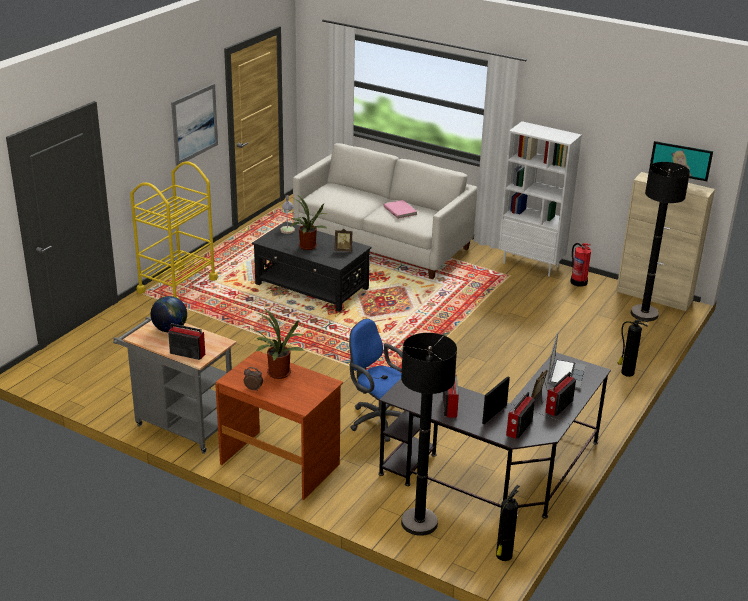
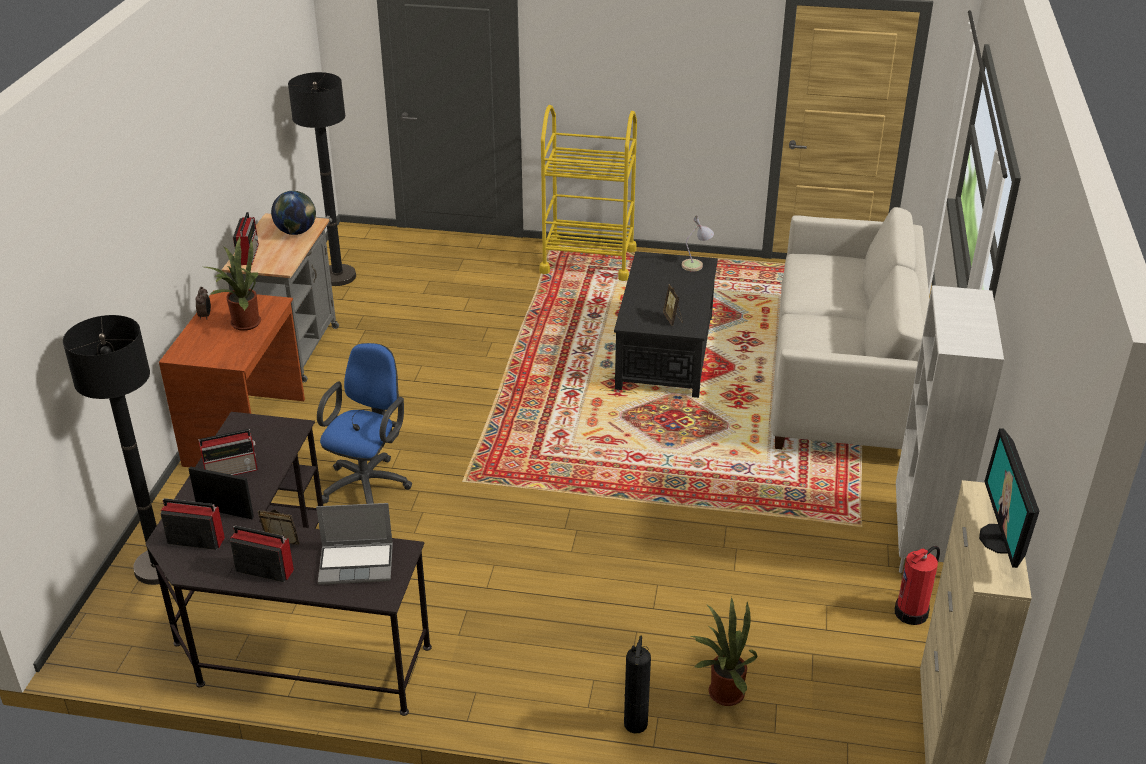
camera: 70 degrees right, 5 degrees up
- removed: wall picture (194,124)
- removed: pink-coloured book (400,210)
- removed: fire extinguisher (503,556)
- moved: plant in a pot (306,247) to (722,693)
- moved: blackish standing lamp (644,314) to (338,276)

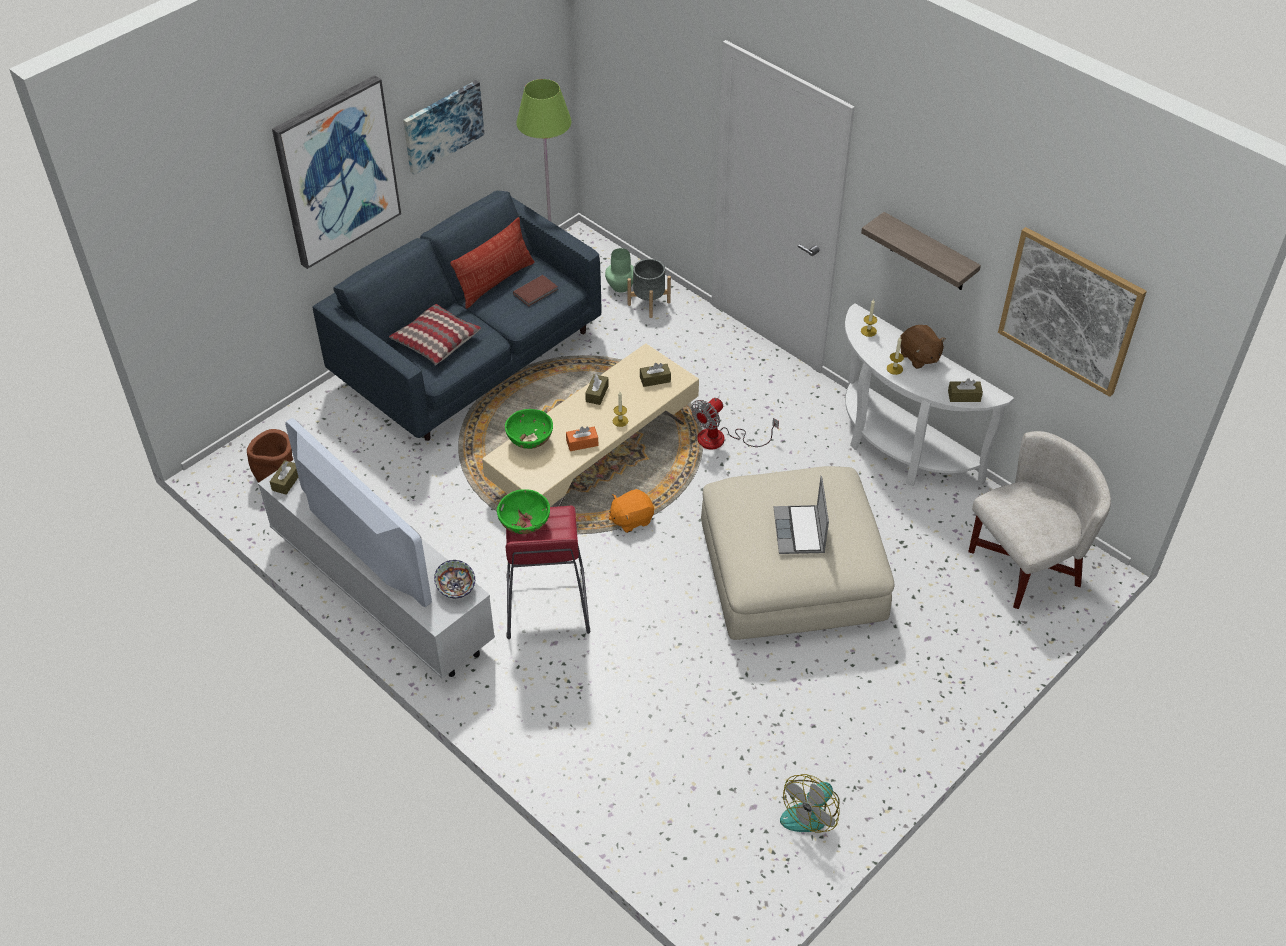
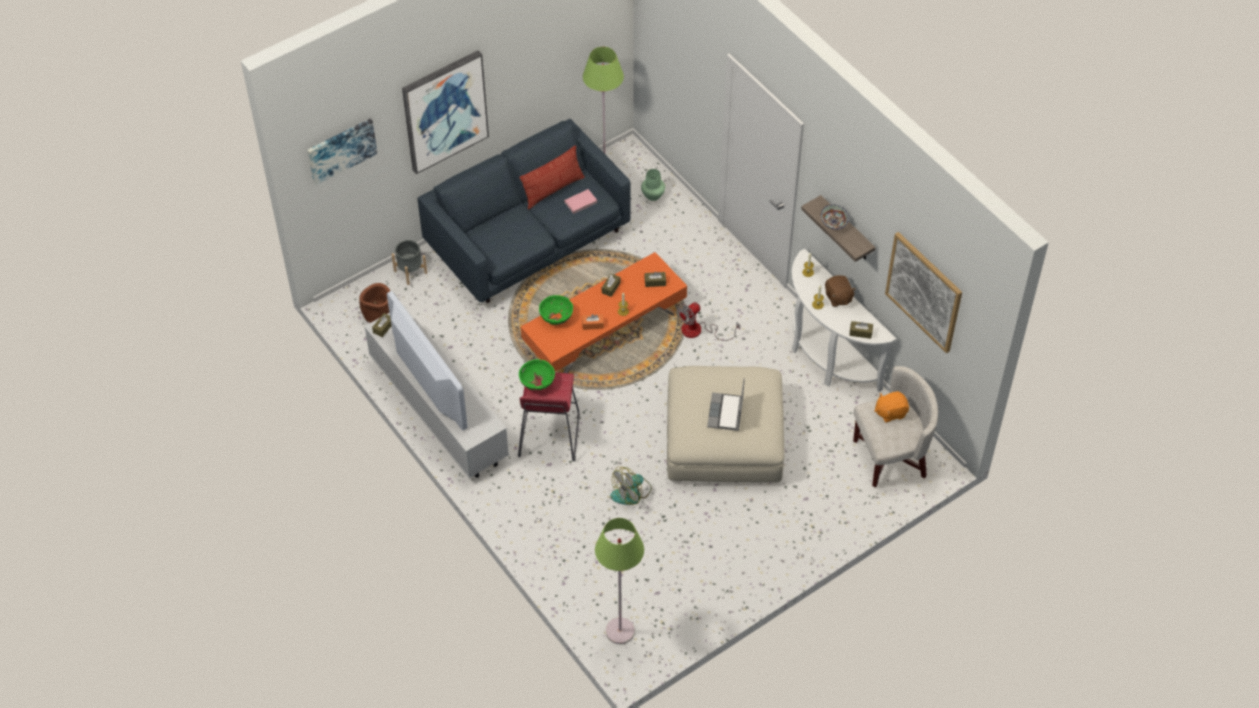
camera: 10 degrees right, 5 degrees up
- removed: throw pillow (435,341)
- added: greenish standing lamp (620,631)
- moved: wall picture (442,126) to (341,150)
- moved: serving bowl (456,587) to (834,222)
- moved: orange-coloured cuddly toy (631,519) to (890,412)
- moved: greyish flower pot (648,303) to (410,272)
- moved: fan (811,811) to (631,492)
- recoloured: sand-coloured coffee table (594,453) to orange-coloured coffee table (605,328)
- recoloured: brown book (536,292) to pink-coloured book (581,202)

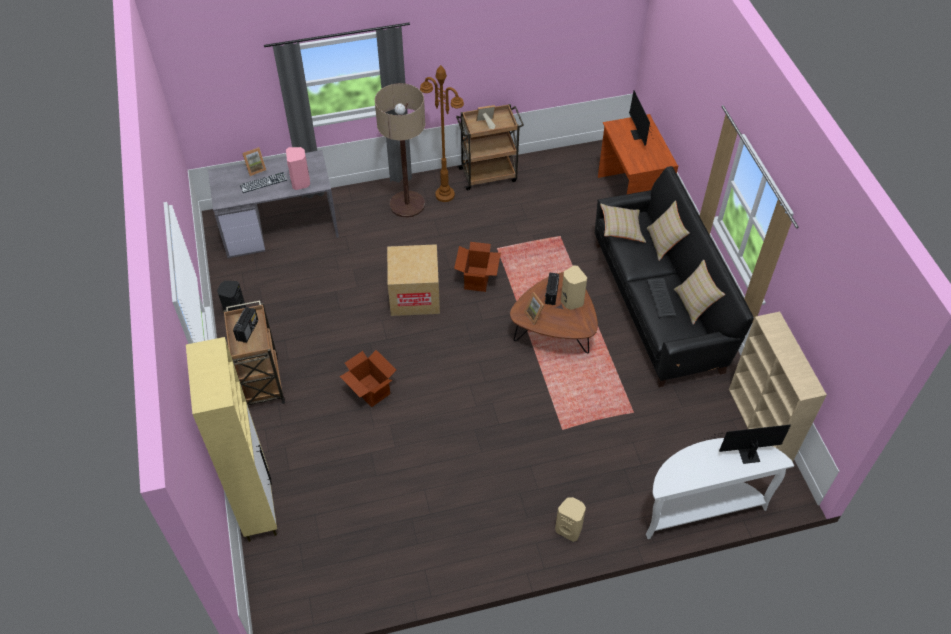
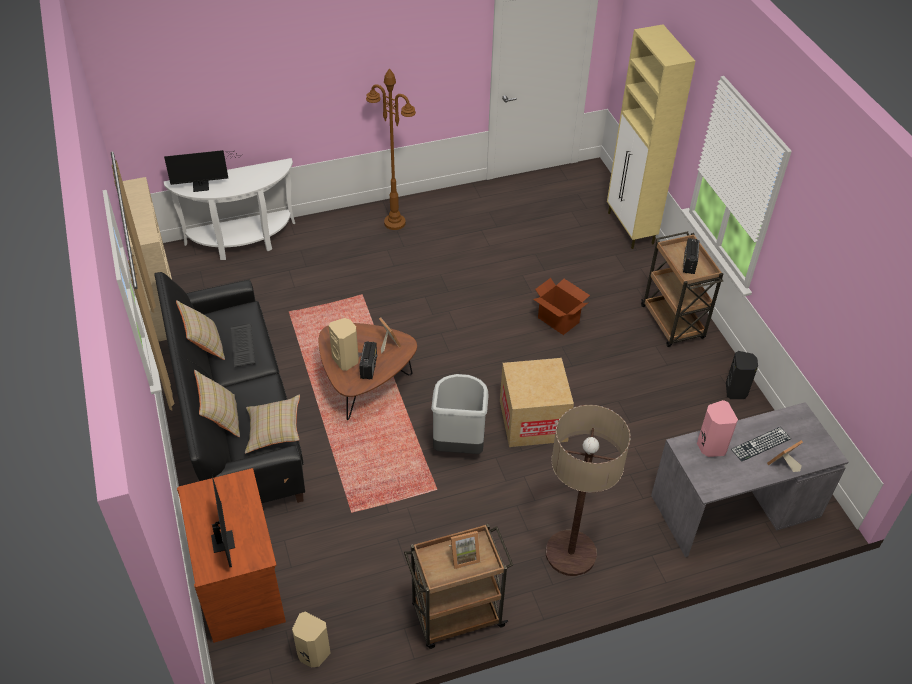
camera: 175 degrees right, 5 degrees down
- moved: brown standing lamp (445,195) to (394,223)
- moved: sand-coloured speaker (569,529) to (313,654)
- replaced: cardboard box (477,279) to greyish waste bin (459,445)

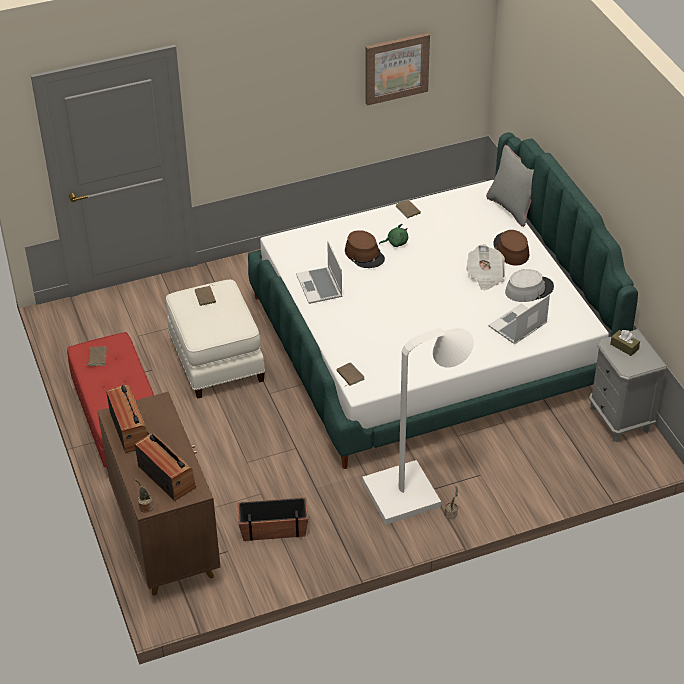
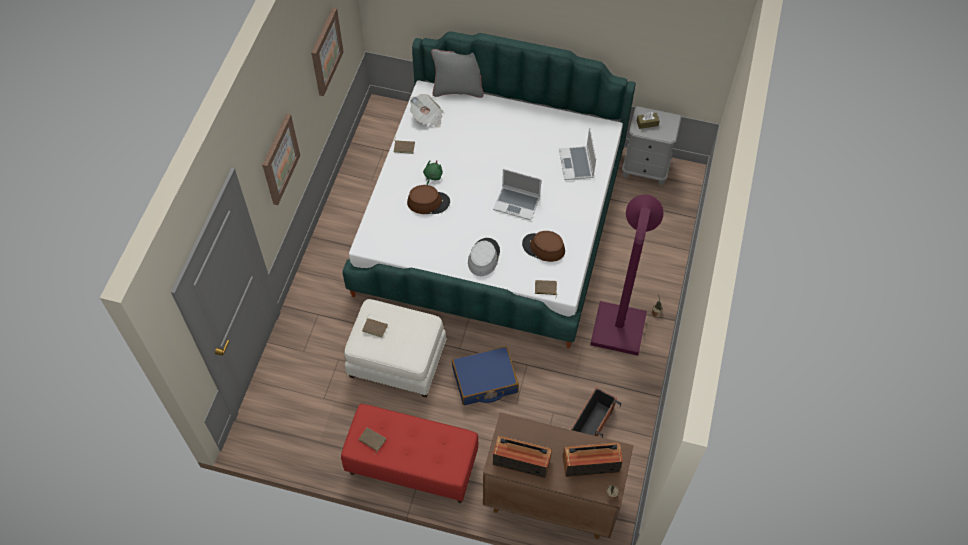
camera: 55 degrees left, 15 degrees up
- added: wall picture (279,159)
- added: bluish suitcase (485,381)
- moved: notebook computer (320,287) to (517,203)
- moved: printed paper (485,276) to (427,117)
- moved: brown clothing hat (510,250) to (543,248)
- moved: greyish clothing hat (529,289) to (483,257)
- recoloured: whitish standing lamp (412,491) to purple standing lamp (620,321)

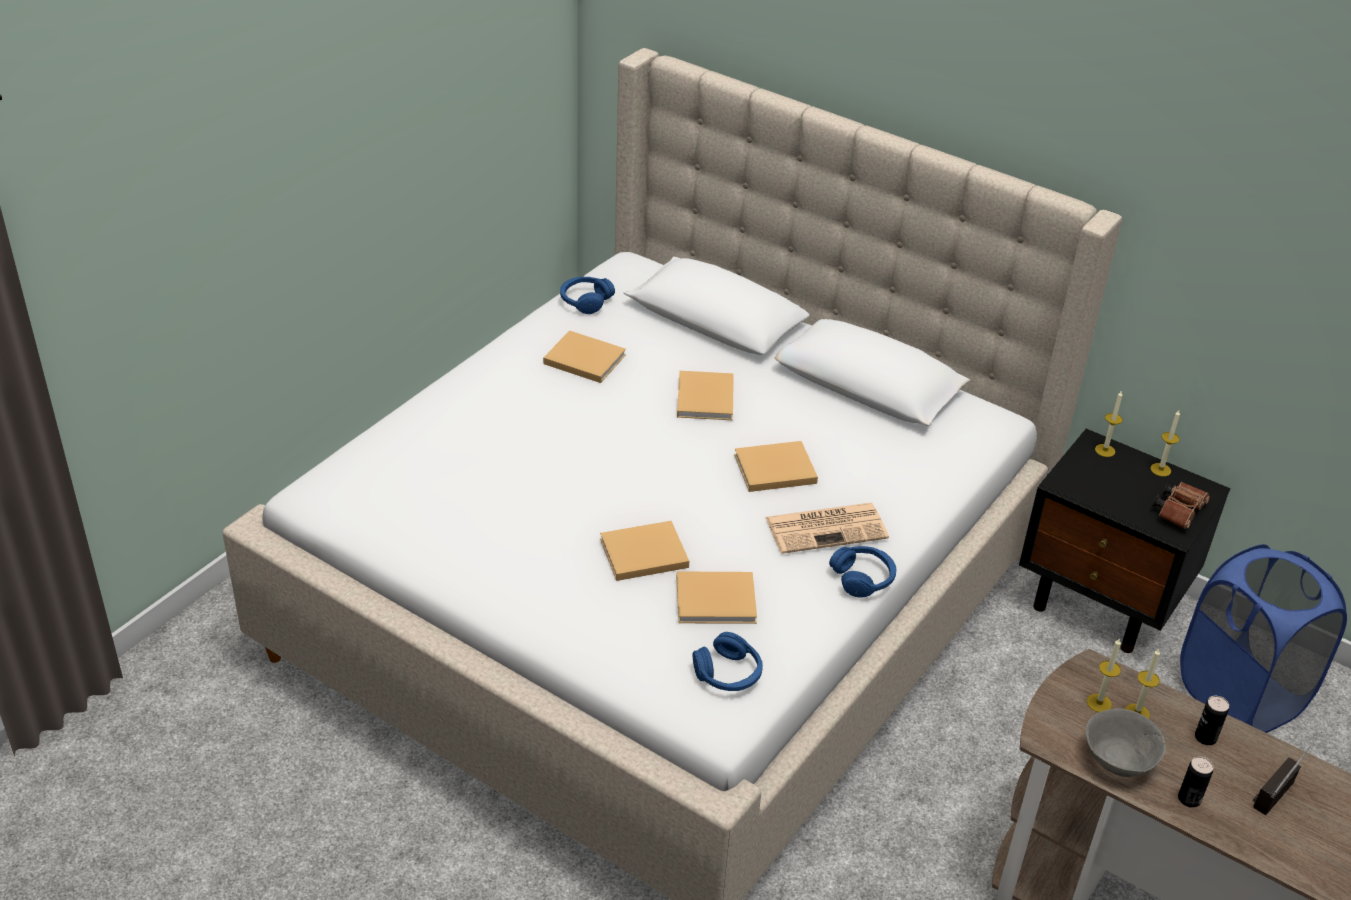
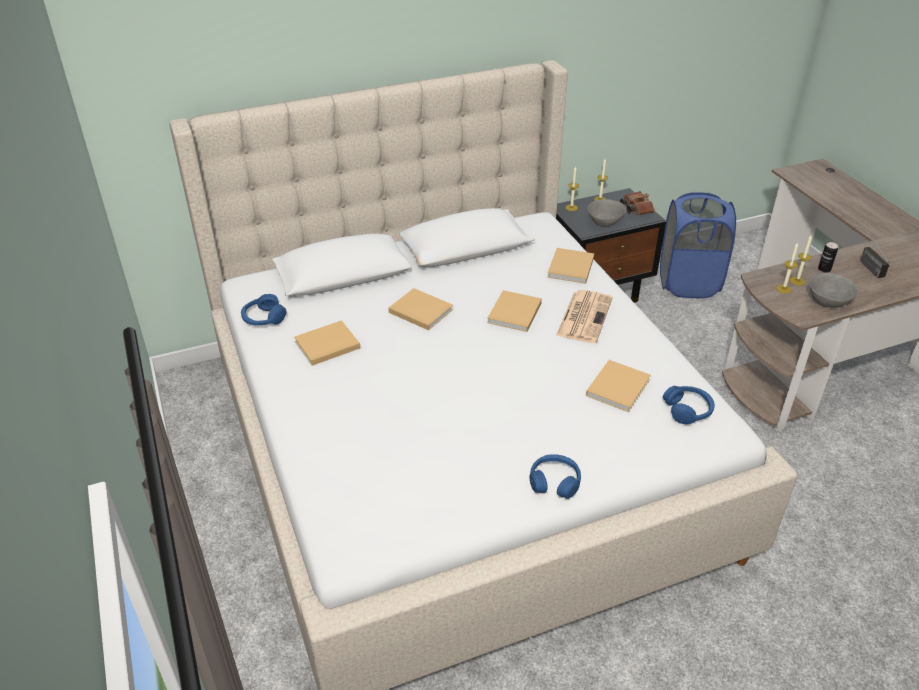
camera: 55 degrees left, 0 degrees up
- removed: sealed can (1189,799)
- added: greyish serving bowl (604,222)
- moved: sand-coloured book (641,554) to (570,268)
- moved: bluish headset (863,578) to (554,482)

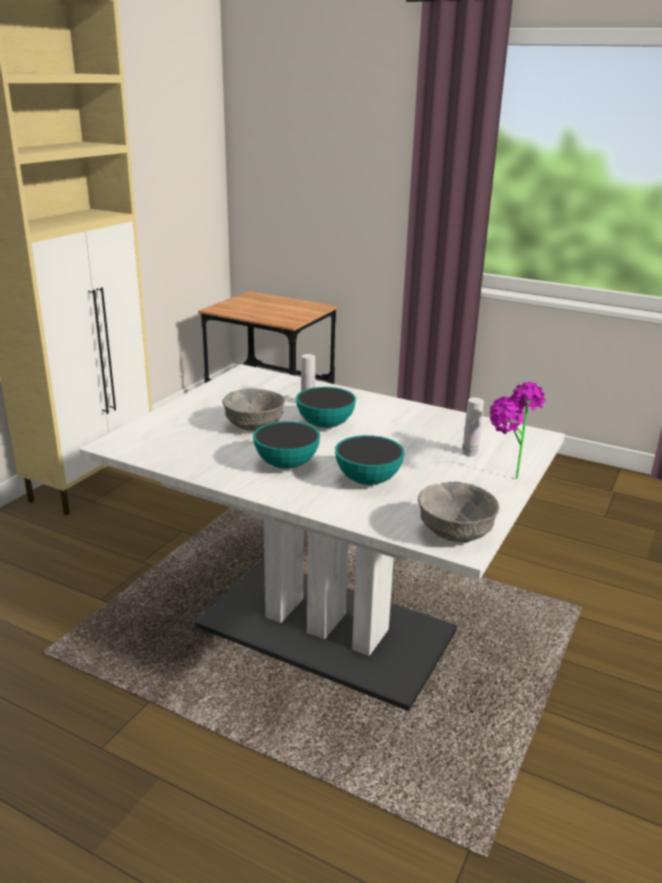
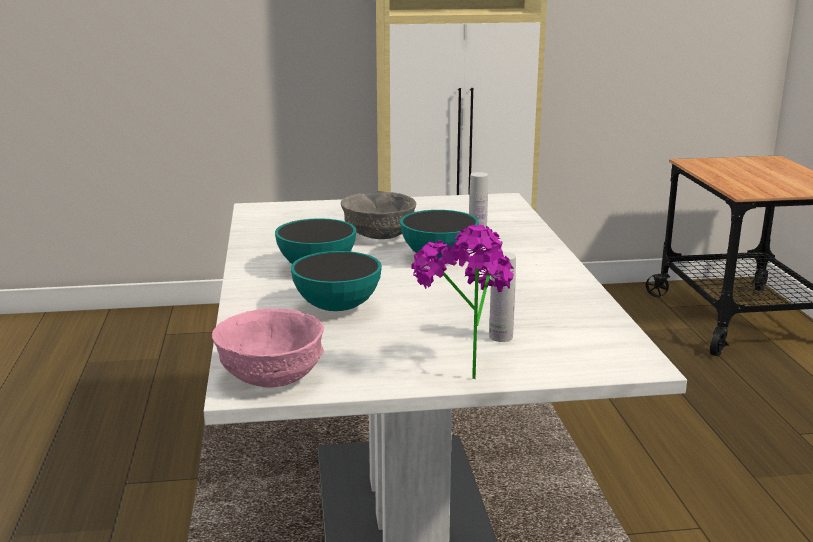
camera: 55 degrees right, 5 degrees down
- recoloured: greyish serving bowl (454,533) to pink-coloured serving bowl (272,376)

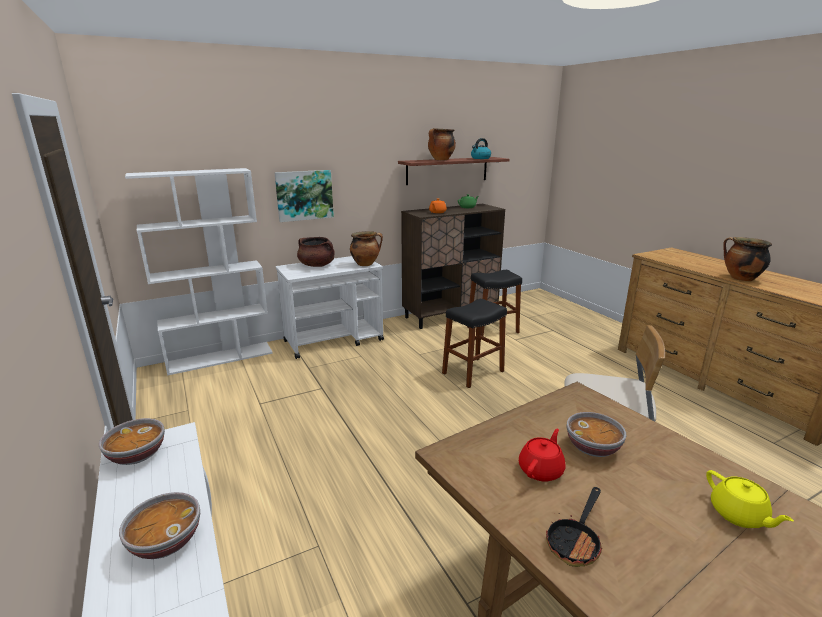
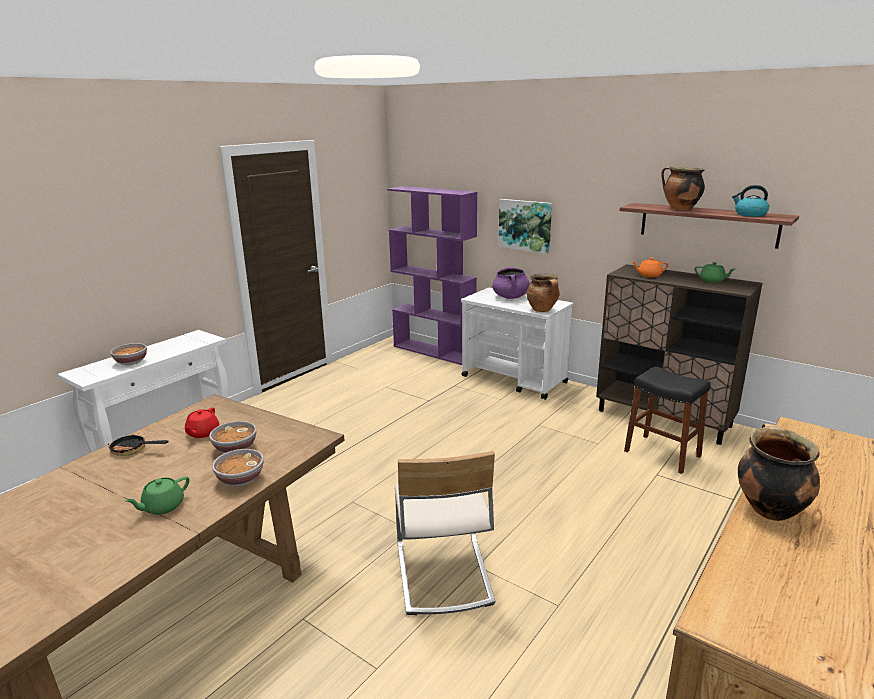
camera: 65 degrees right, 0 degrees up
- removed: blackish stool seat (473,372)
- moved: serving bowl (137,455) to (240,479)
- recoloured: whitish shelving unit (221,358) to purple shelving unit (434,351)
- recoloured: brown stockpot (317,265) to purple stockpot (510,297)
- recoloured: yellowish teapot (738,515) to greenish teapot (162,507)
- turned: reddish teapot (541,470) = (202,433) 90 degrees clockwise

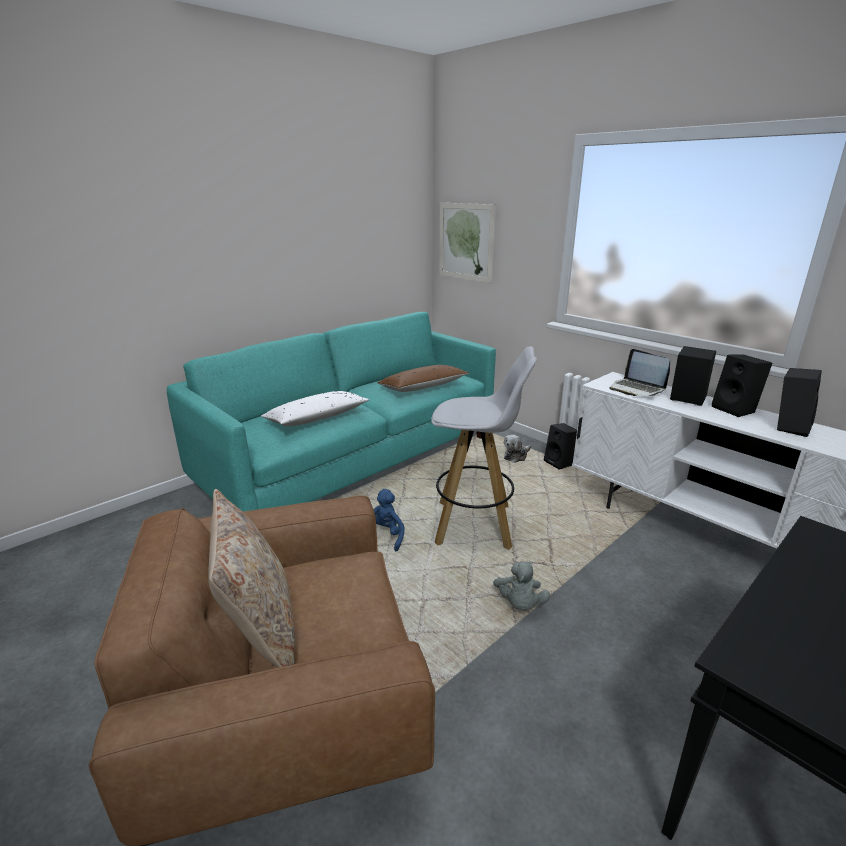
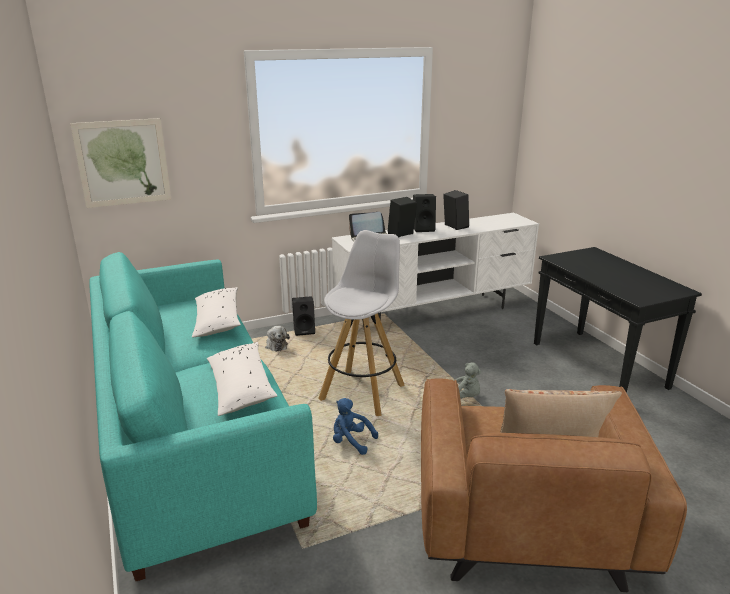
camera: 70 degrees left, 0 degrees up
- recoloured: brown throw pillow (423,387) to whitish throw pillow (217,320)

